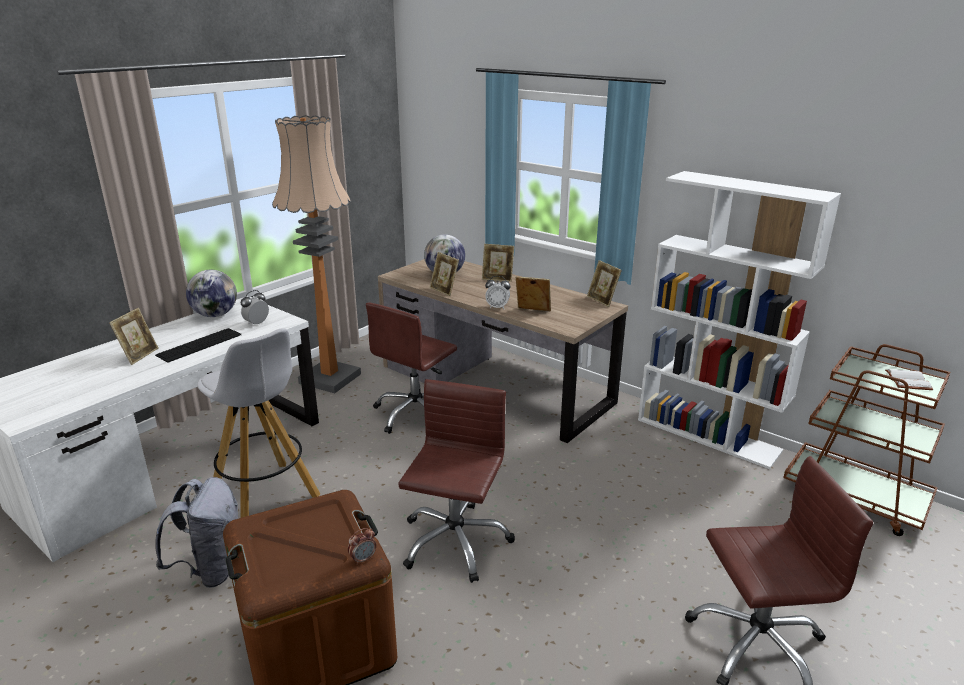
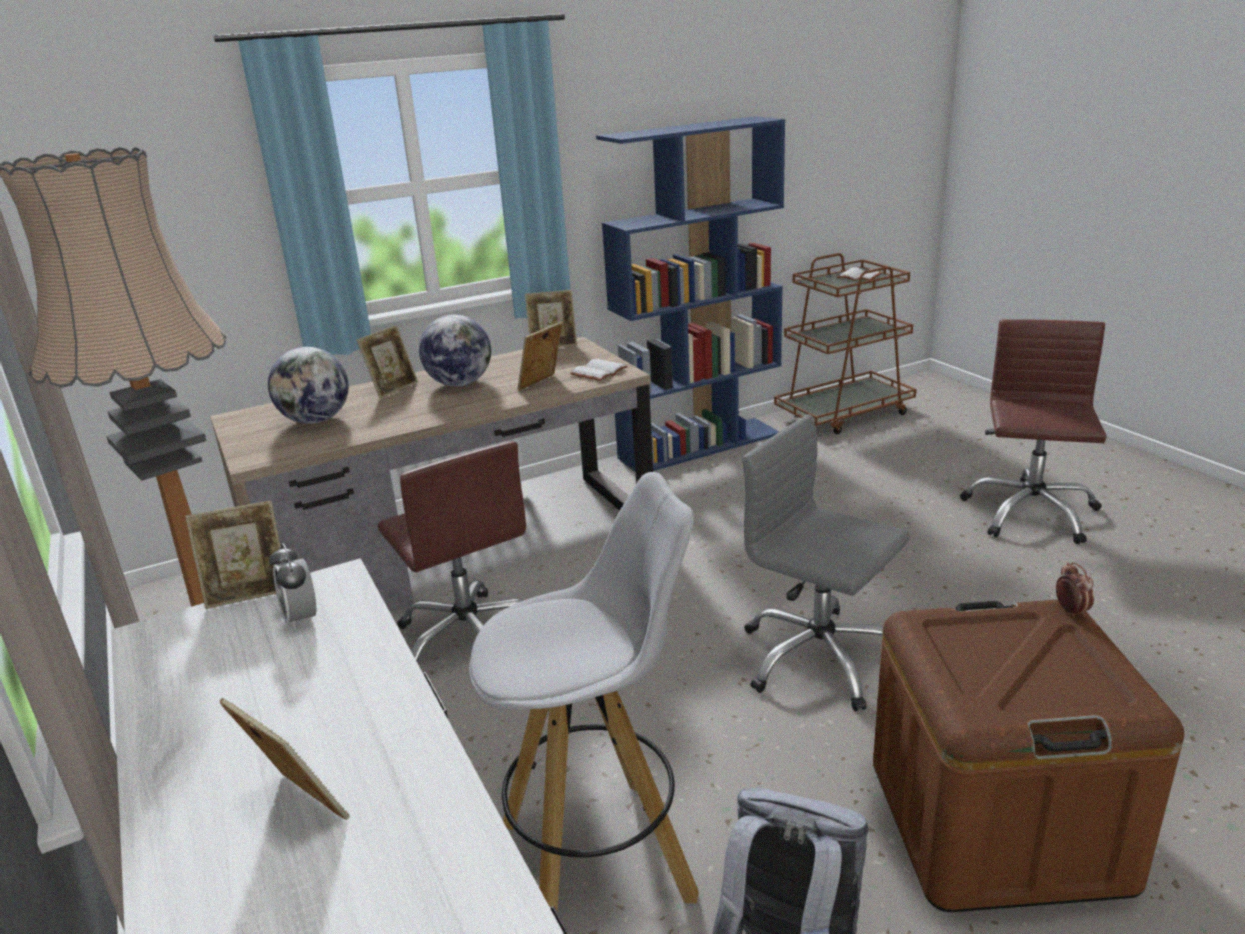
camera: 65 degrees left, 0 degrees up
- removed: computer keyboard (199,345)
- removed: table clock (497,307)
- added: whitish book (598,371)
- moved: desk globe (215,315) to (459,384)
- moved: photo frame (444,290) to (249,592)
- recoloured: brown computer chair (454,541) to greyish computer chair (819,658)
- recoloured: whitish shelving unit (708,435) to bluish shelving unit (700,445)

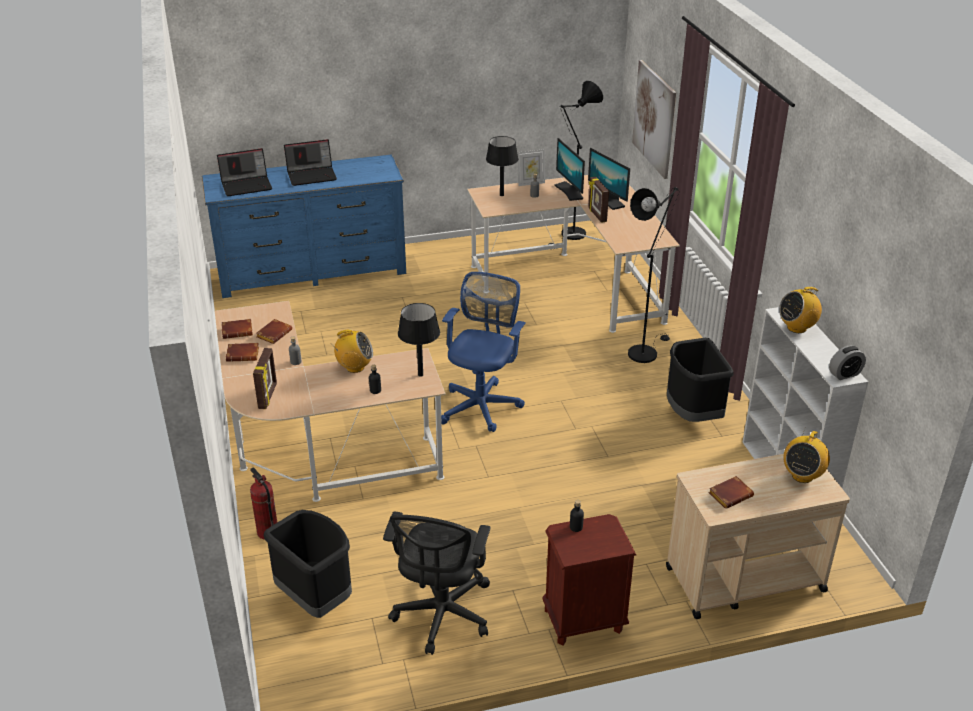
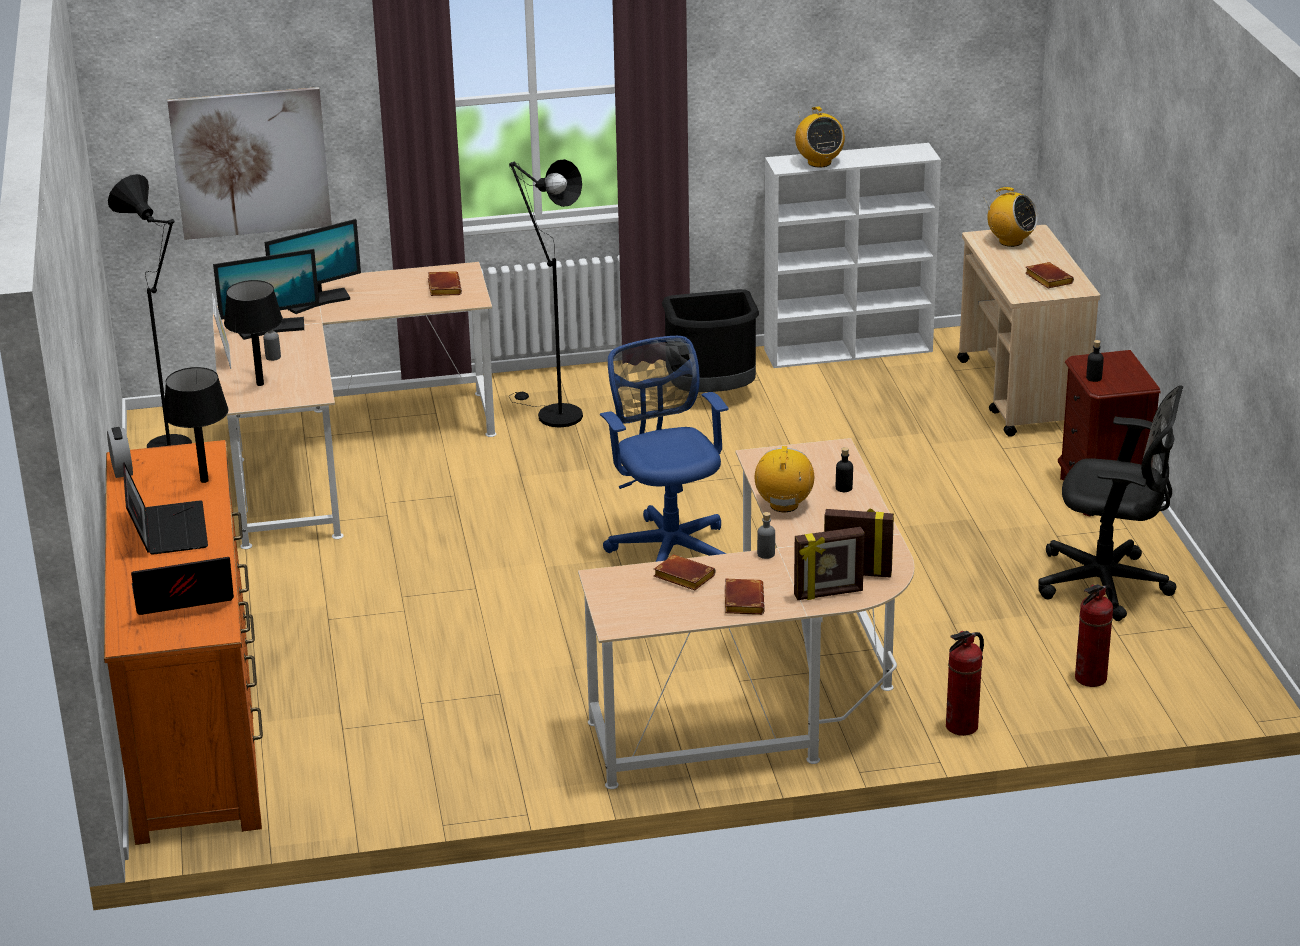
camera: 85 degrees left, 5 degrees down
- moved: brown book (238,331) to (443,287)
- moved: blackish table lamp (420,375) to (204,481)
- moved: photo frame (596,215) to (828,594)
- moved: table clock (844,374) to (122,469)
- replaced: blackish waste bin (316,599) to fire extinguisher (1091,678)
- recoloured: bluish chest of drawers (312,271) to orange-coloured chest of drawers (194,722)
- turned: notebook computer (247,185) = (181,598) 90 degrees counterclockwise
- turned: bluish computer chair (482,405) = (669,548) 45 degrees clockwise

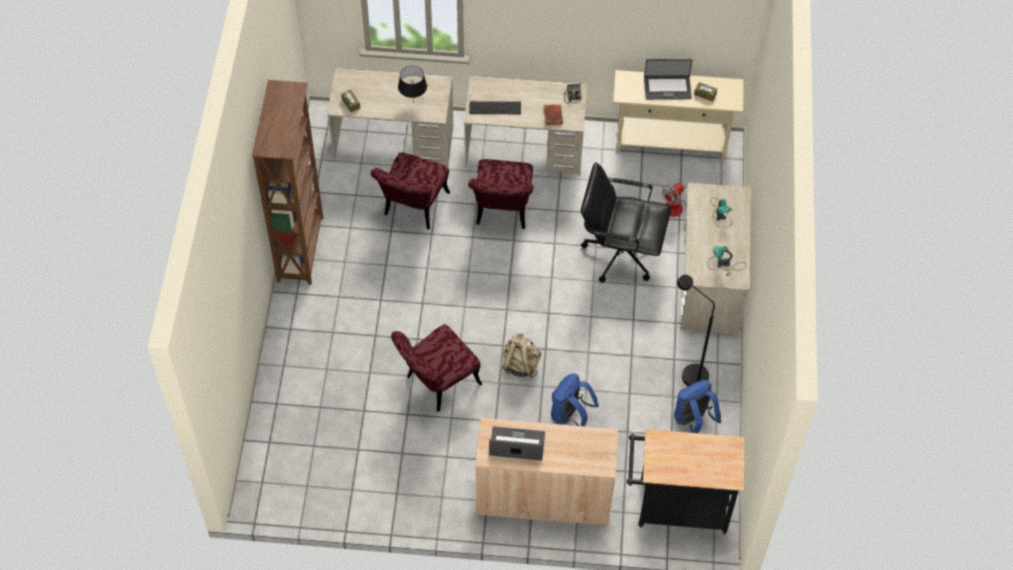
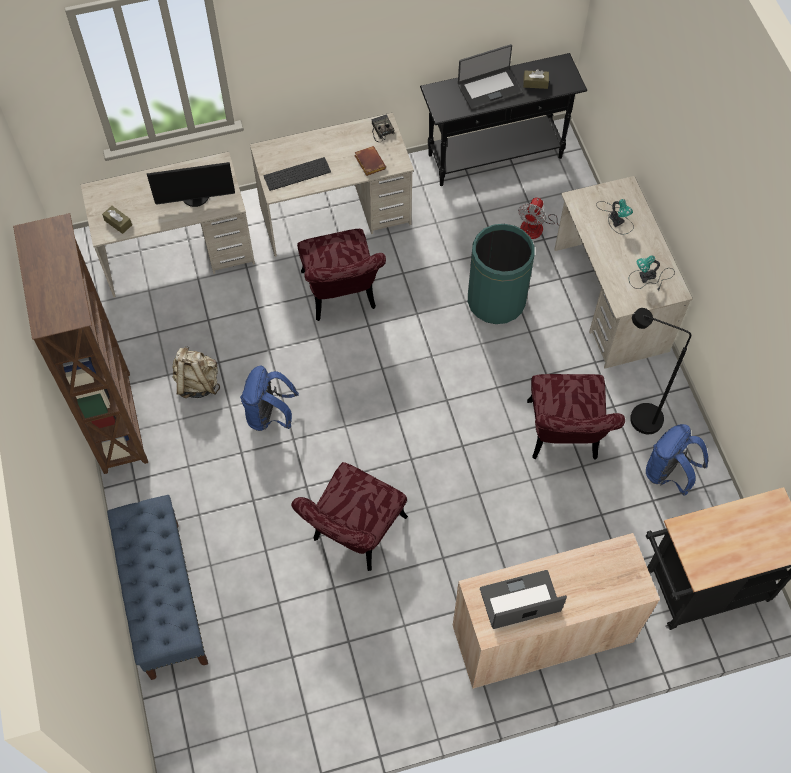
camera: 20 degrees left, 5 degrees up
- added: bluish indoor bench (164,598)
- moved: reddish chair (413,209) to (563,438)
- moved: sand-coloured rucksack (520,364) to (197,383)
- moved: bluish rucksack (570,416) to (270,415)
- replaced: blackish table lamp (413,103) to computer screen (196,198)
- replaced: blackish computer chair (620,253) to greenish waste bin (496,300)
- recoloured: sand-coloured narrow table (671,144) to blackish narrow table (495,156)

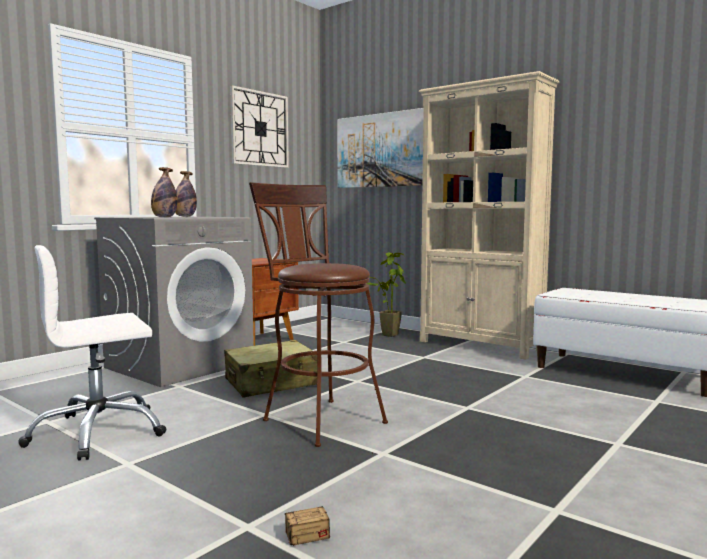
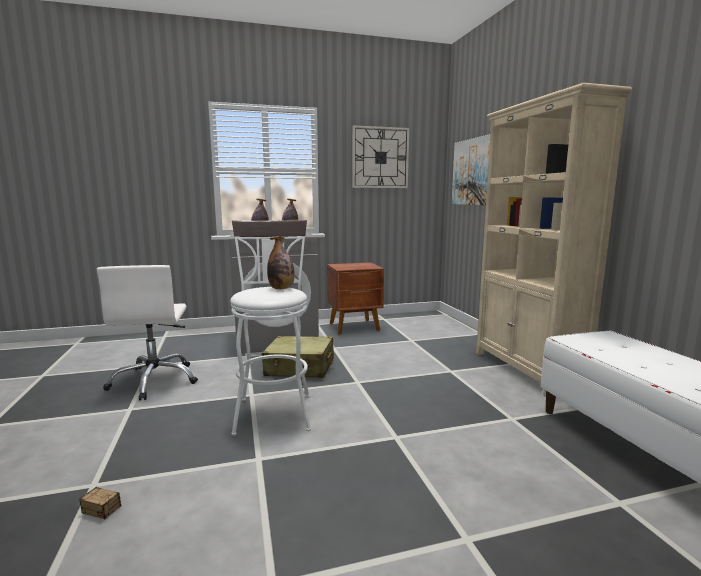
camera: 35 degrees right, 5 degrees up
- removed: plant in a pot (386,334)
- added: drink bottle (281,288)
- recoloured: brown stool seat (318,418) to whitish stool seat (274,409)
- turned: whitish computer chair (97,433) = (155,381) 105 degrees counterclockwise

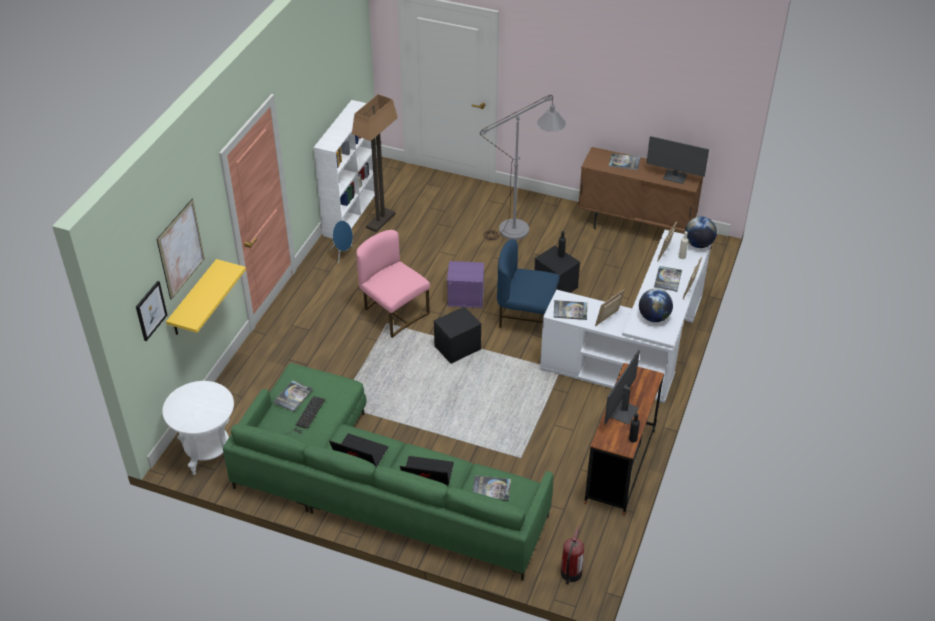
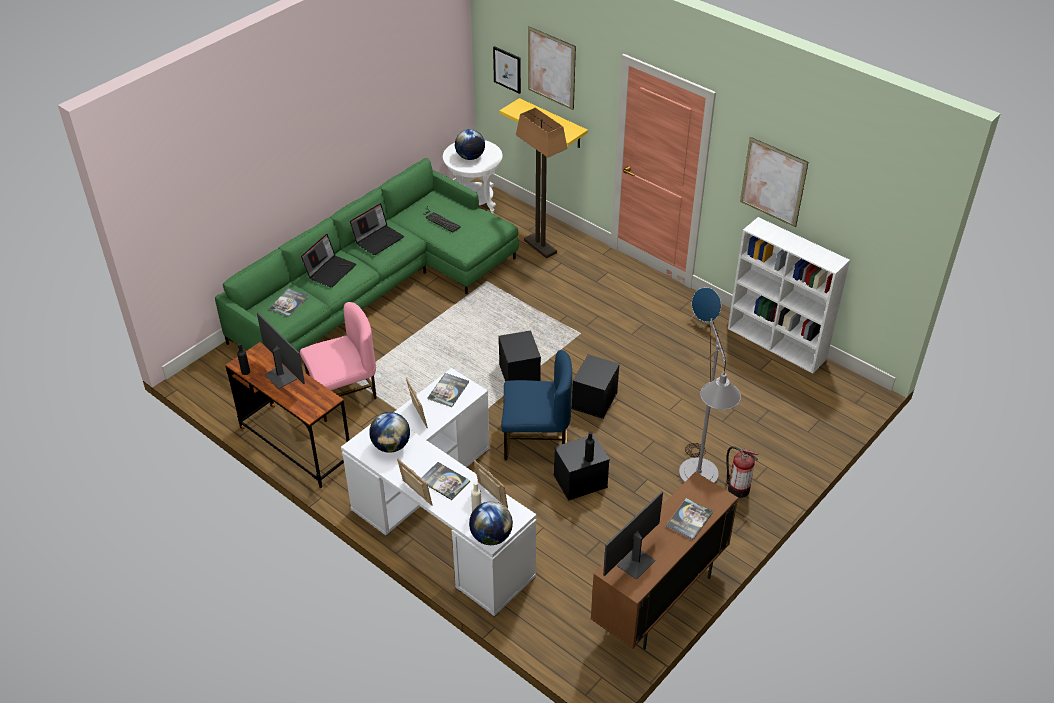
camera: 110 degrees right, 0 degrees up
- removed: book (293,396)
- added: desk globe (470,157)
- added: wall picture (773,182)
- moved: standing lamp (380,221) to (540,247)
- moved: pink-coloured chair (394,313) to (344,394)
- moved: fire extinguisher (570,574) to (737,488)
- recoloured: purple storage box (466,296) to blackish storage box (595,401)
- turned: bluish chair (526,319) = (535,439) 60 degrees clockwise

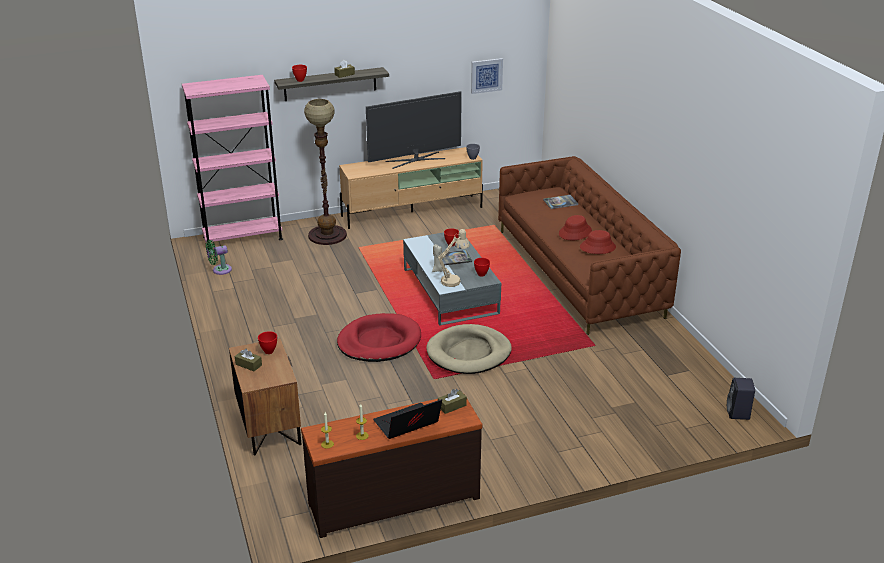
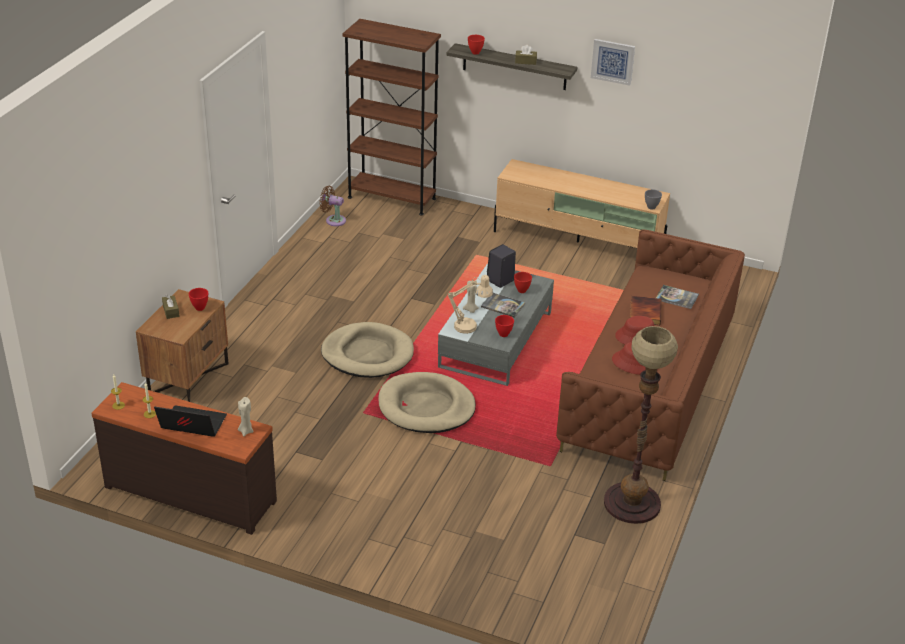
camera: 40 degrees right, 5 degrees up
- removed: television (415,160)
- added: book (644,312)
- moved: standing lamp (327,235) to (632,503)
- moved: wall picture (486,75) to (613,61)
- moved: blackish speaker (738,413) to (500,281)
- replaced: brown box of tissues (452,406) to sand-coloured candle (246,431)
- recoloured: pink-coloured shelving unit (242,238) to brown shelving unit (392,198)
- recoloured: greenish fan (220,270) to brown fan (333,220)
- recoloured: reddish dog cushion (379,341) to sand-coloured dog cushion (367,354)

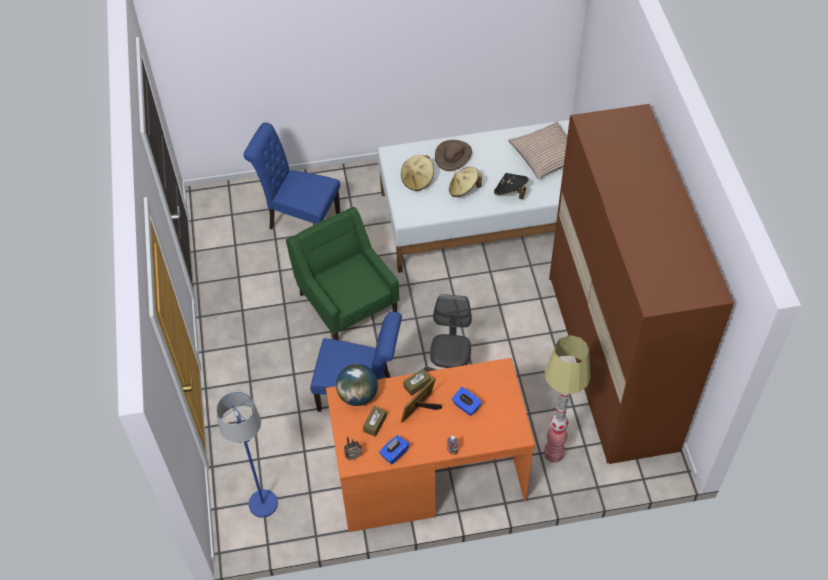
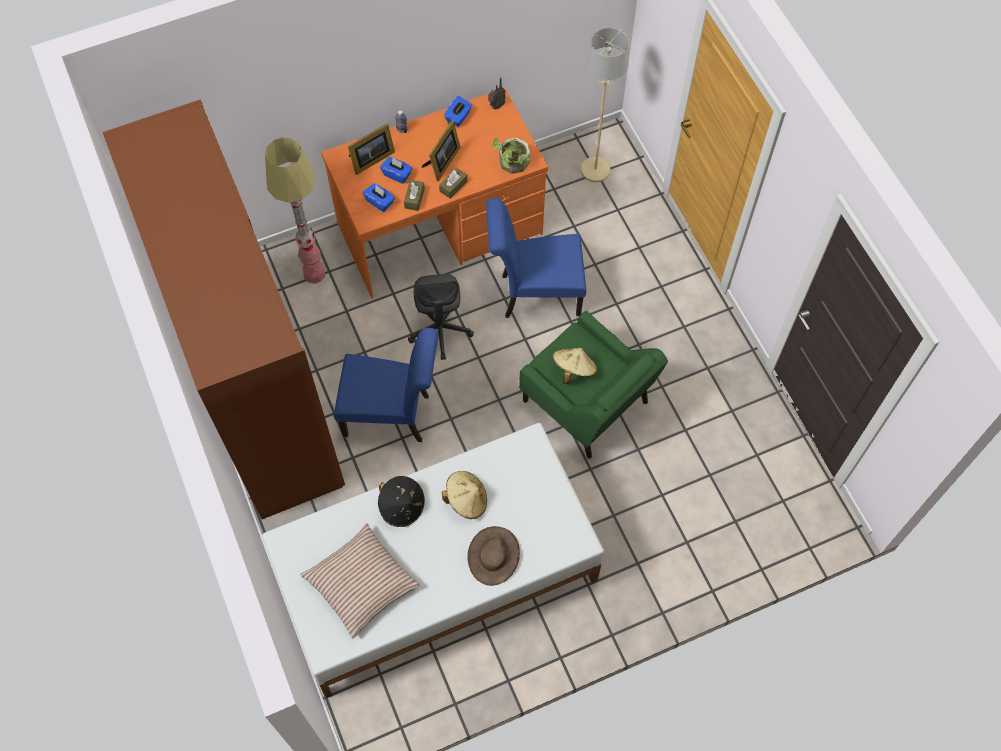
camera: 165 degrees right, 10 degrees up
- added: photo frame (370,159)
- added: bluish box of tissues (380,202)
- moved: bluish chair (300,220) to (393,415)
- moved: brown box of tissues (375,424) to (414,198)
- moved: sand-coloured clothing hat (417,180) to (573,369)
- replaced: desk globe (358,395) to plant in a pot (512,164)
- recoloured: bluish standing lamp (263,503) to sand-coloured standing lamp (595,170)

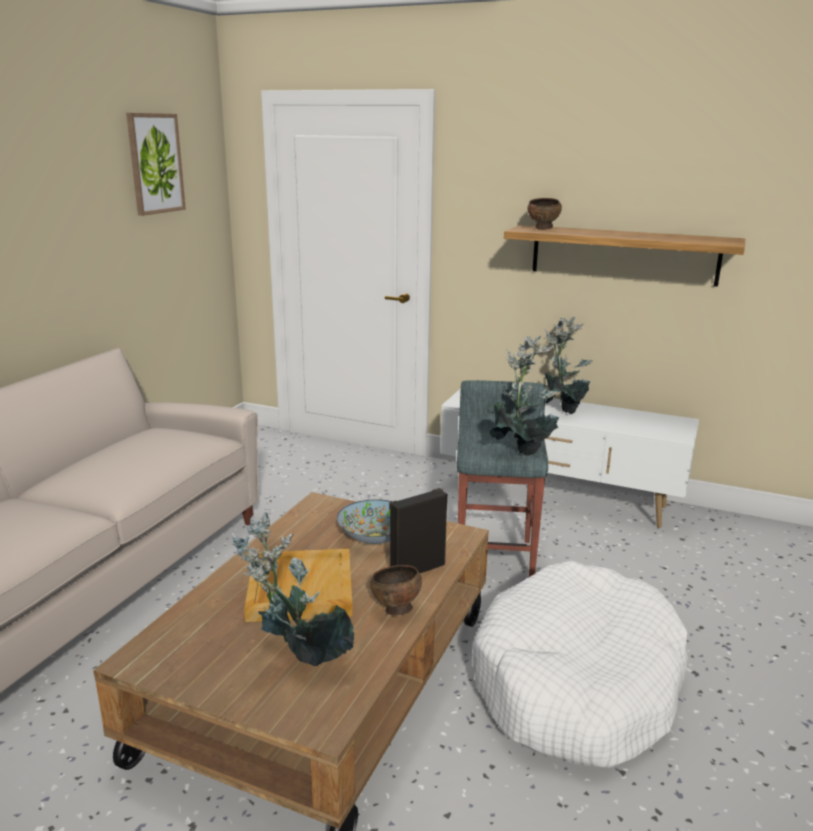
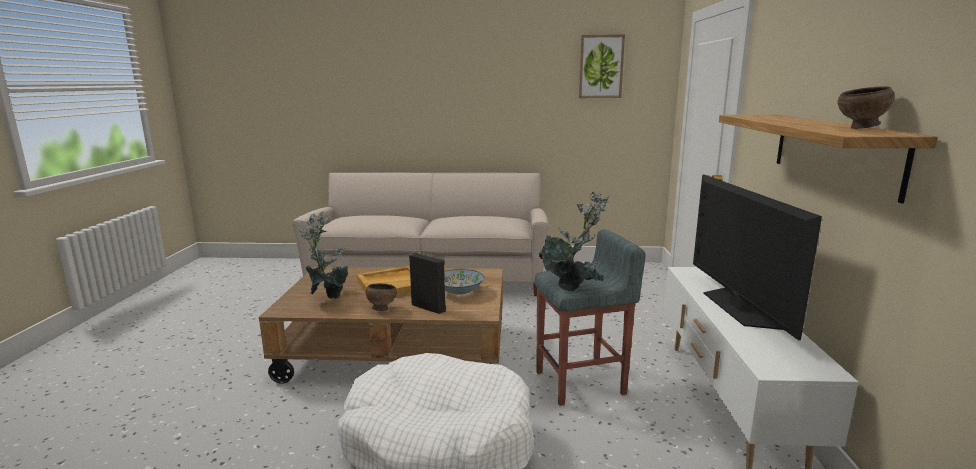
camera: 70 degrees right, 5 degrees down
- moved: brown serving bowl (543,229) to (861,128)
- replaced: plant in a pot (562,410) to television (738,308)

